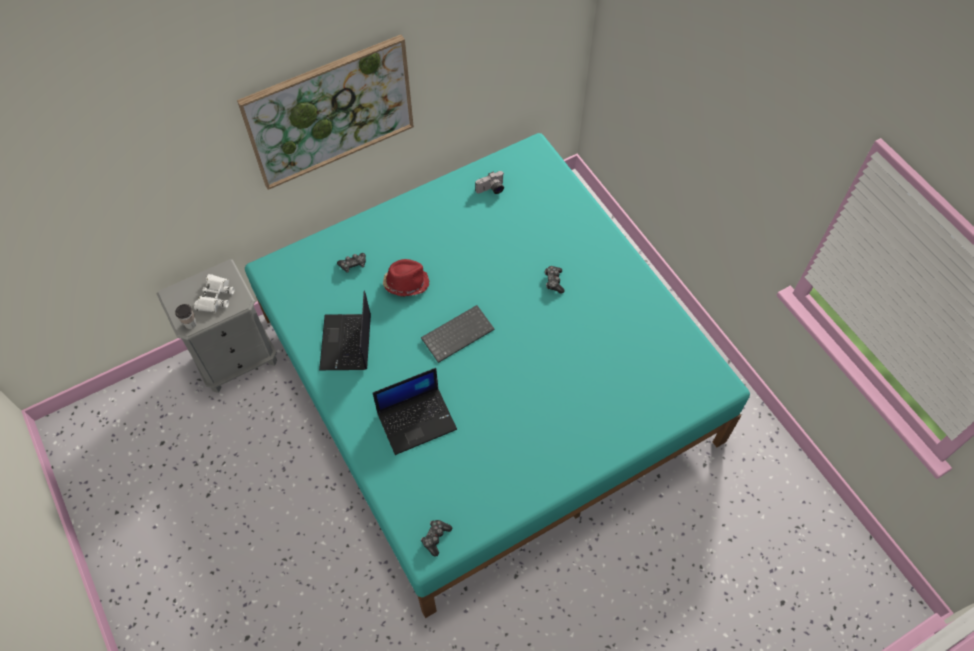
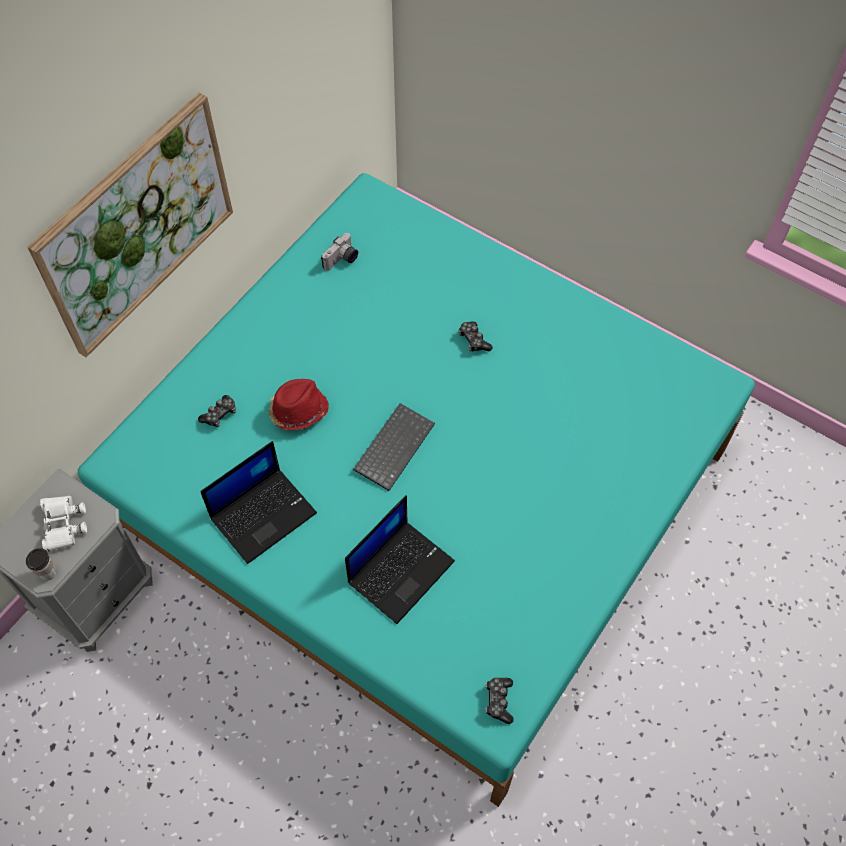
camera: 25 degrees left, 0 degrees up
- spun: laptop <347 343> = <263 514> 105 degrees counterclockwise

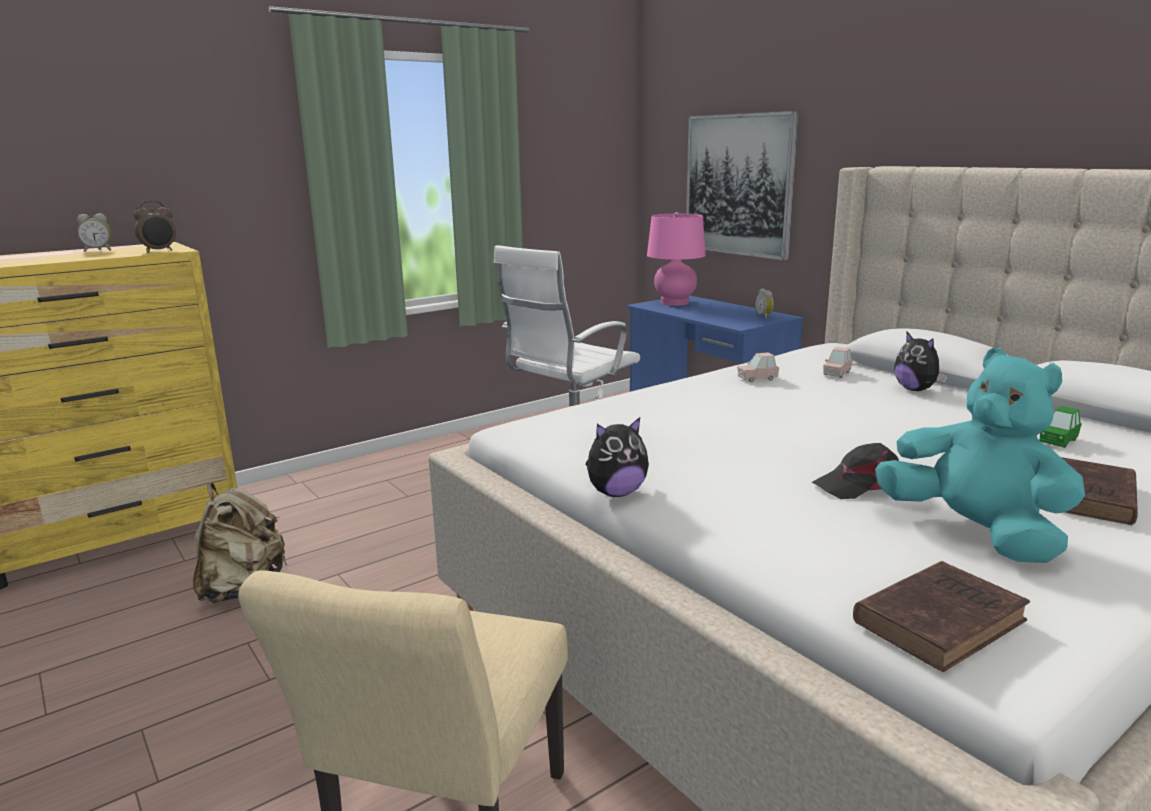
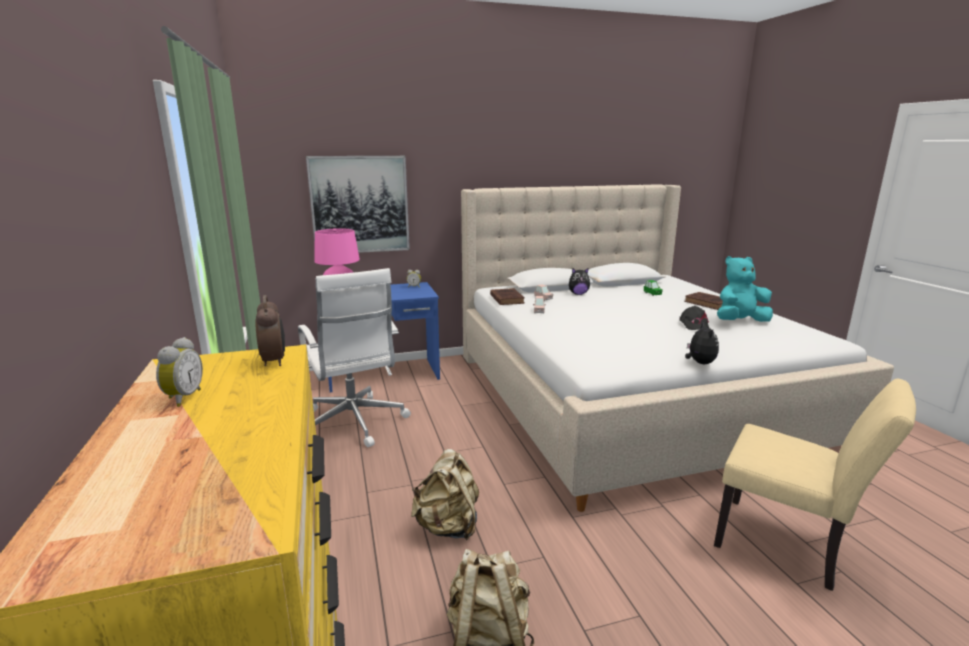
camera: 70 degrees left, 0 degrees up
- appeared: backpack in beige <448 527>
- relocated: book in brown <942 620> to <506 299>

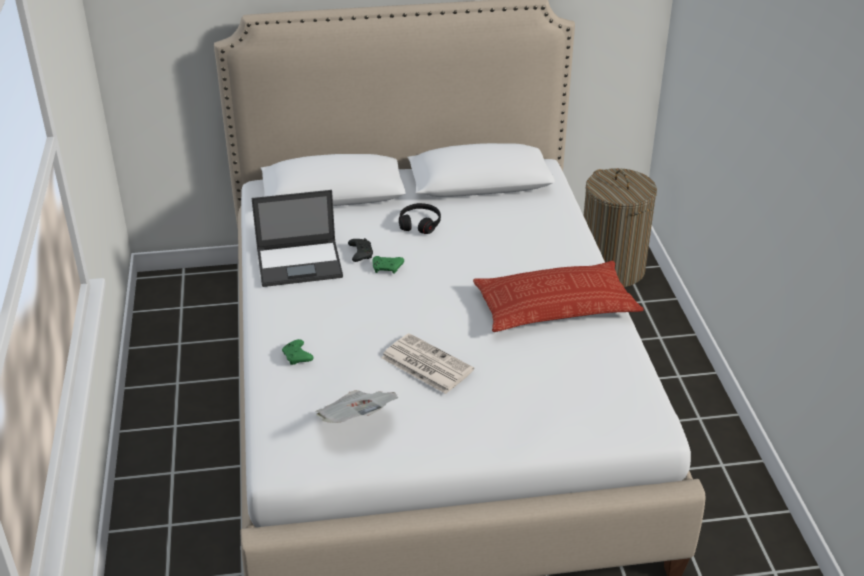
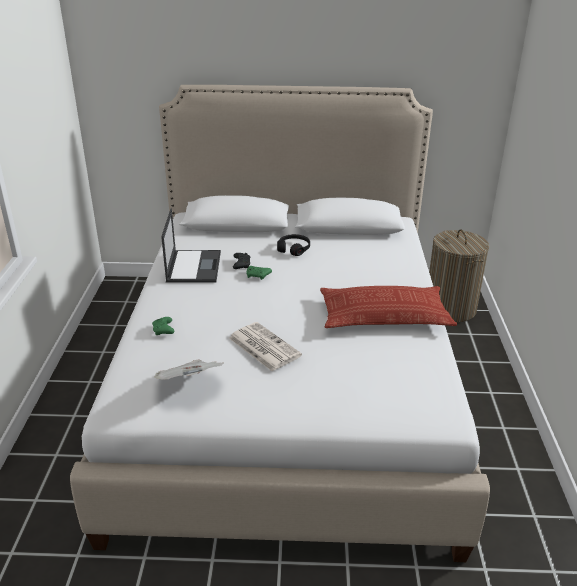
camera: 10 degrees right, 5 degrees down
- spun: laptop <300 263> = <193 266> 90 degrees counterclockwise

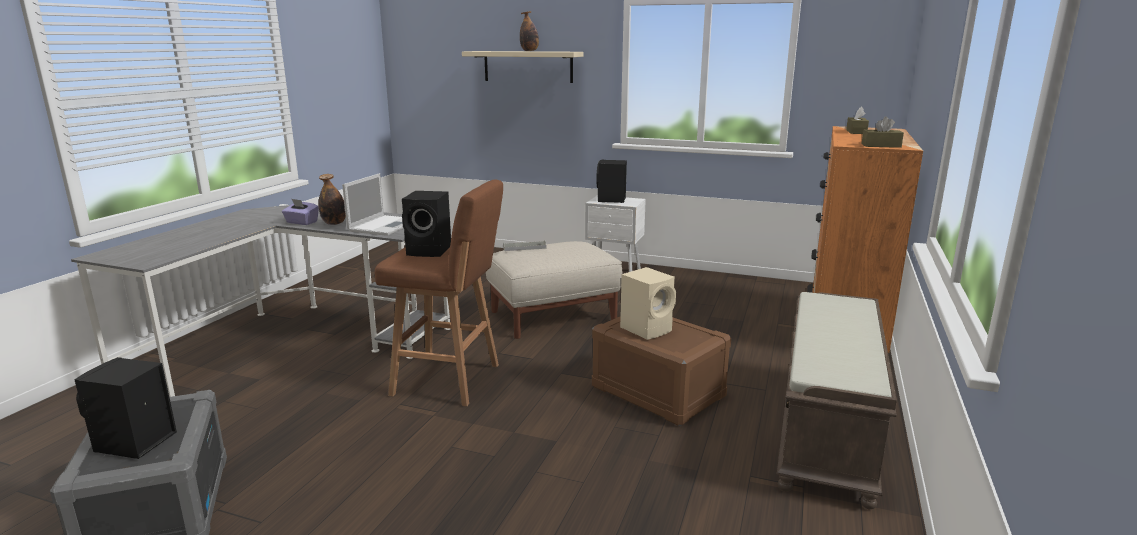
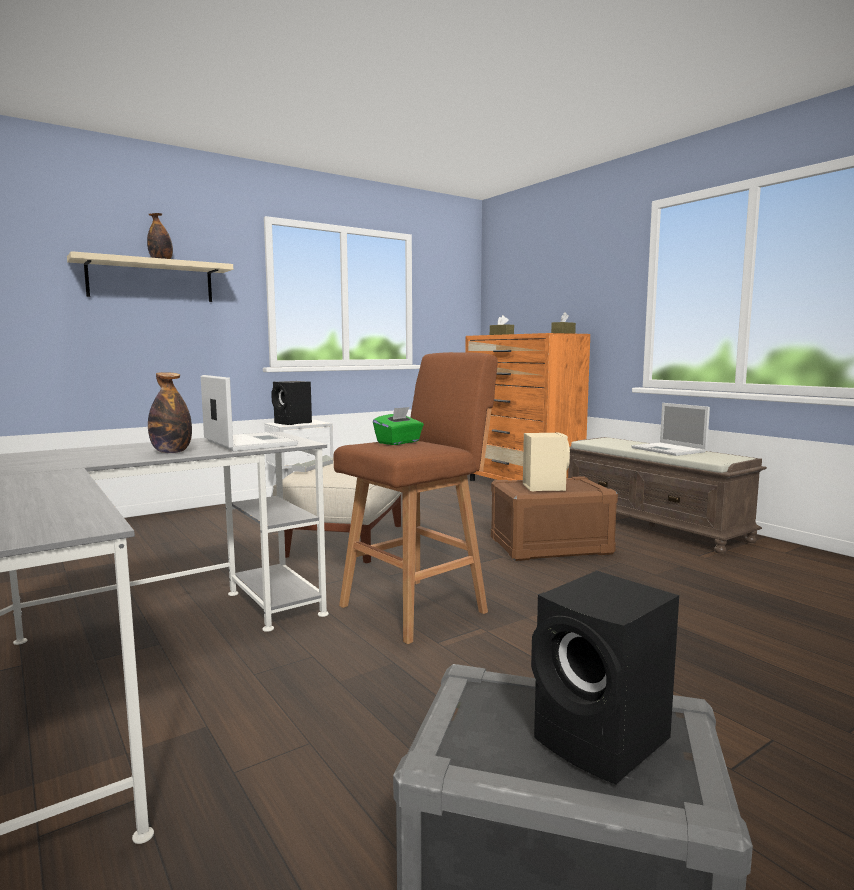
camera: 55 degrees left, 10 degrees down
- missing: tissue box in purple <301 222>
- appeared: laptop <669 450>
- exchanged: speaker in black <430 251> to tissue box in green <399 442>

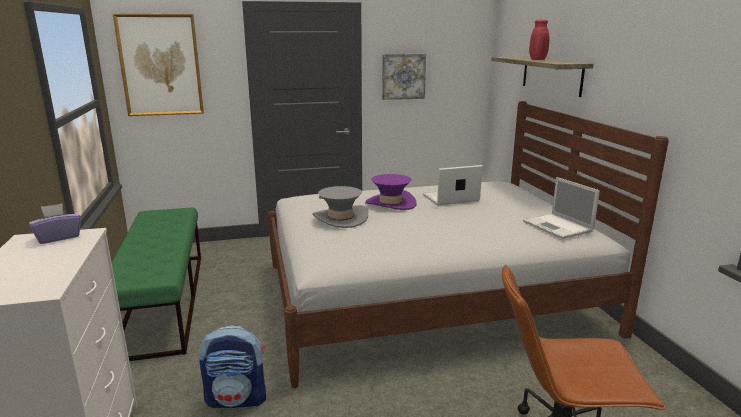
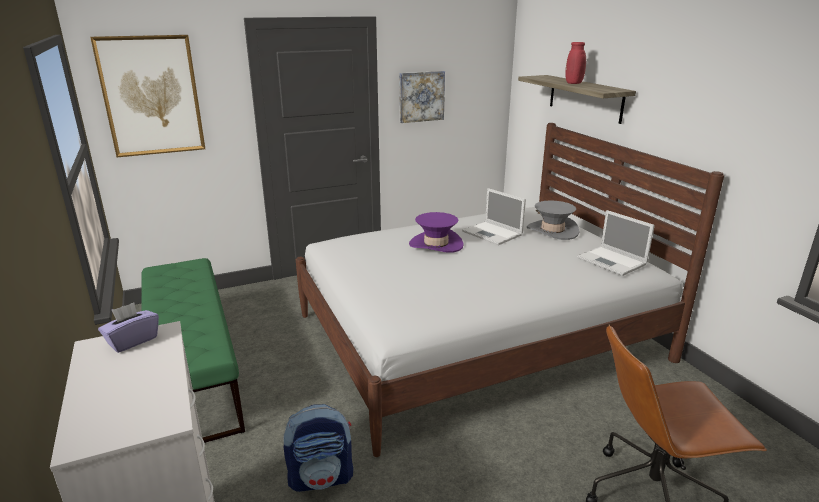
camera: 10 degrees left, 5 degrees up
- relocated: hat in grey <340 218> to <552 230>
- spun: laptop <450 198> = <493 233> 105 degrees counterclockwise

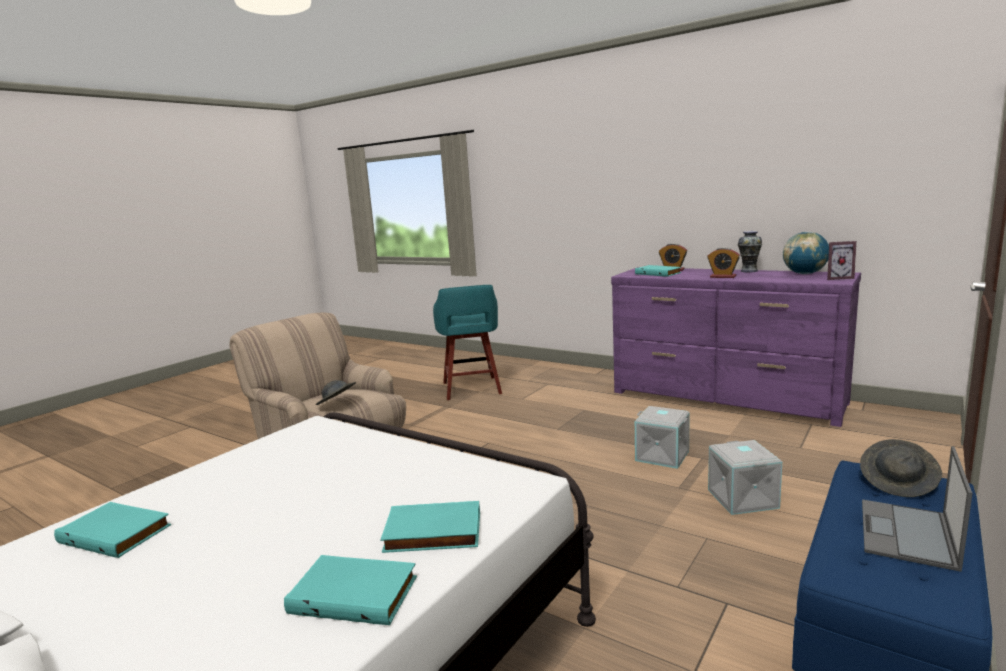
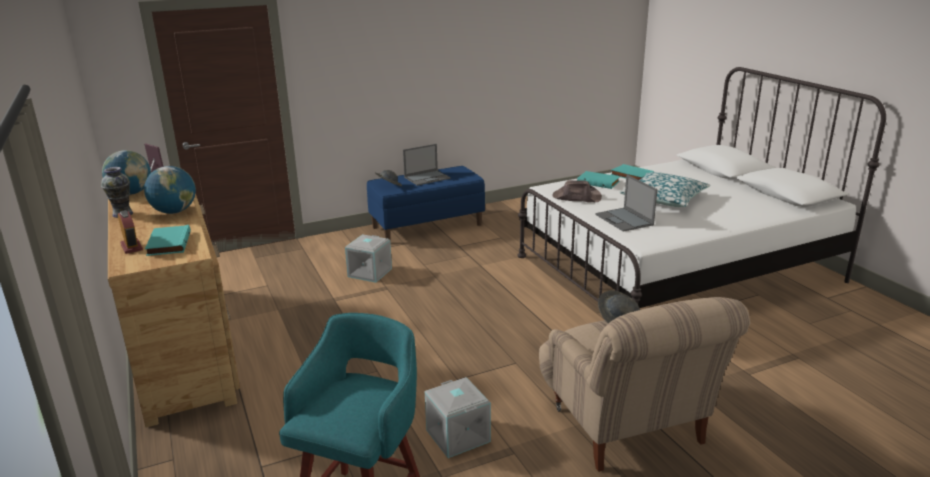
camera: 150 degrees left, 10 degrees up
- missing: book in turquoise <117 533>
- appeared: hat in brown <576 197>
- appeared: laptop <624 220>
- appeared: pillow <664 199>
- relocated: storage box in grey <663 455> to <456 436>
- exchanged: alarm clock <723 277> to globe <174 212>
- colour: dresser in purple <725 397> to dresser in brown <182 345>

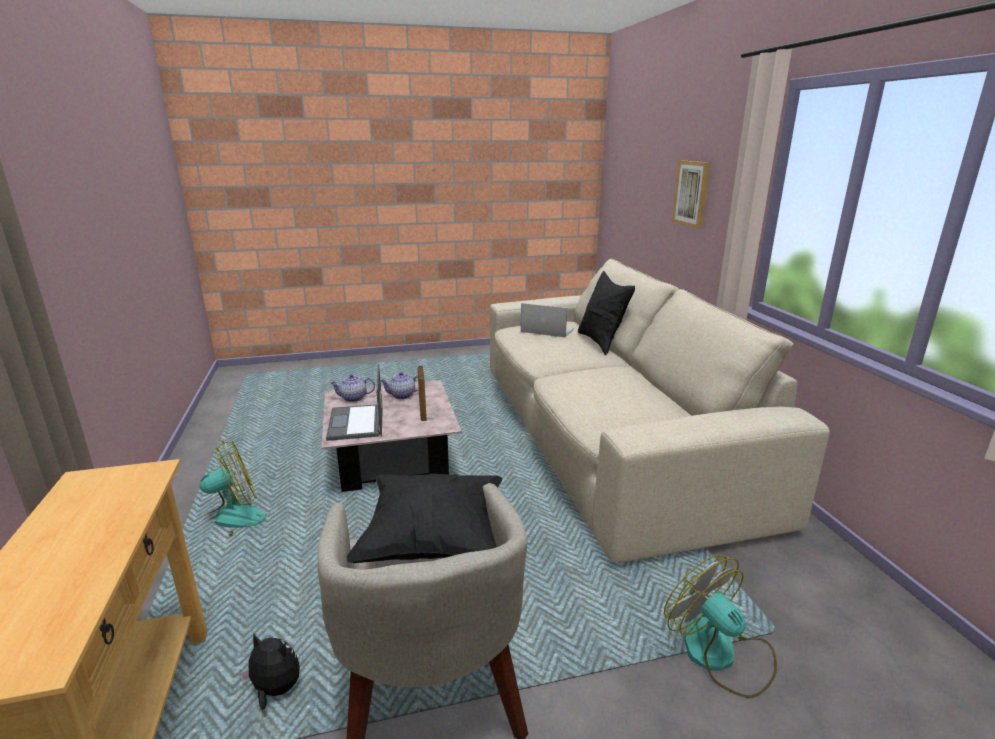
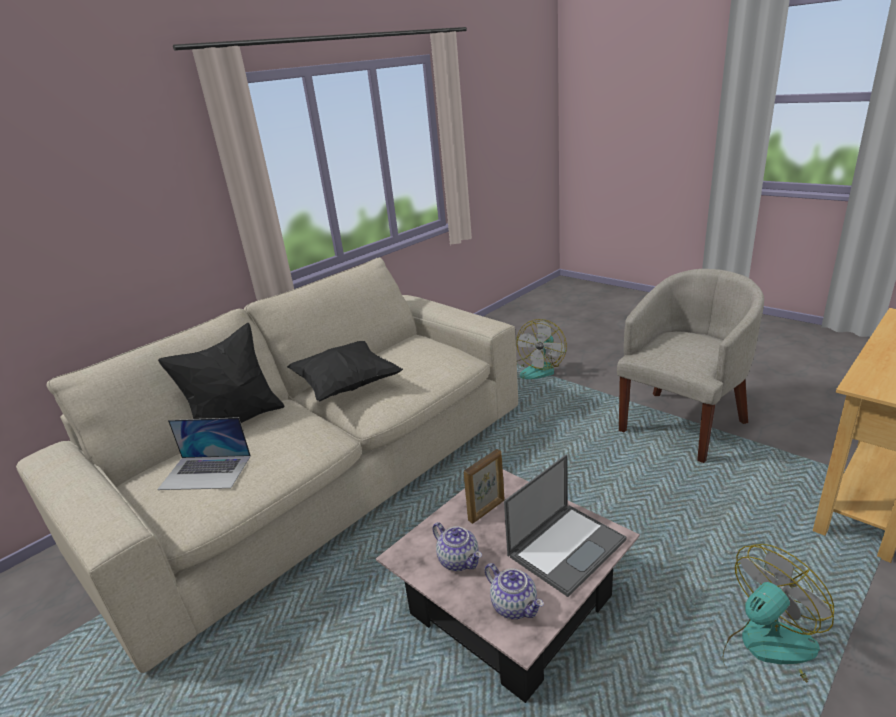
camera: 120 degrees left, 5 degrees up
- missing: plush toy <275 690>
- missing: picture <692 193>
- relocated: pillow in black <433 541> to <346 386>
- spun: fan <227 522> = <767 653> 120 degrees clockwise
- spun: laptop <547 330> = <206 472> 75 degrees counterclockwise

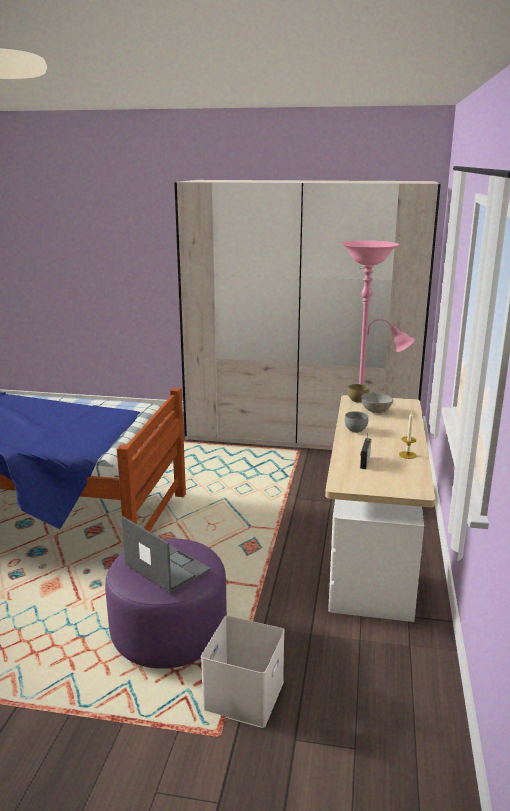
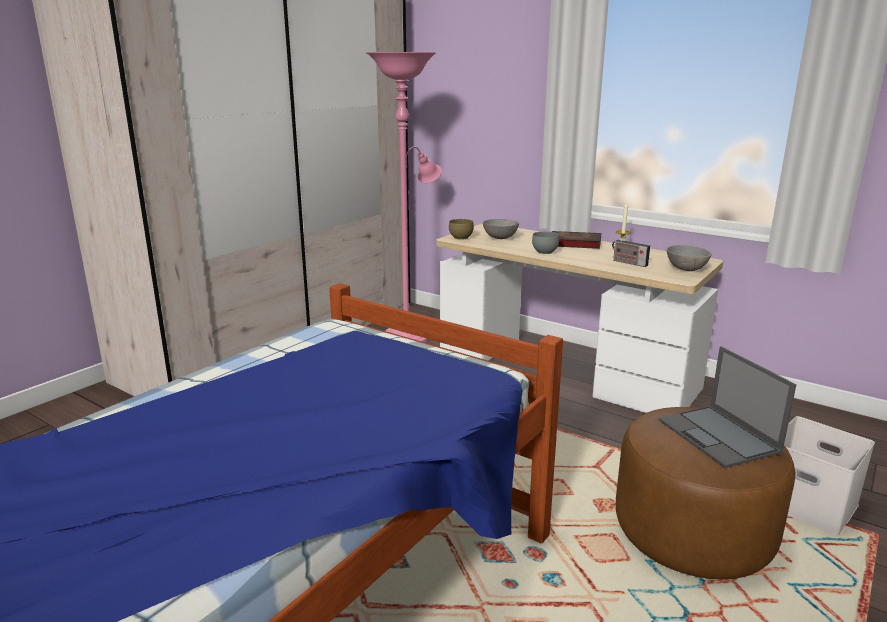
camera: 65 degrees left, 0 degrees up
- appeared: book <573 243>
- appeared: bowl in grey <686 269>
- colour: ottoman in purple <169 634> to ottoman in brown <693 533>
- spun: laptop <166 567> = <719 436> 90 degrees counterclockwise

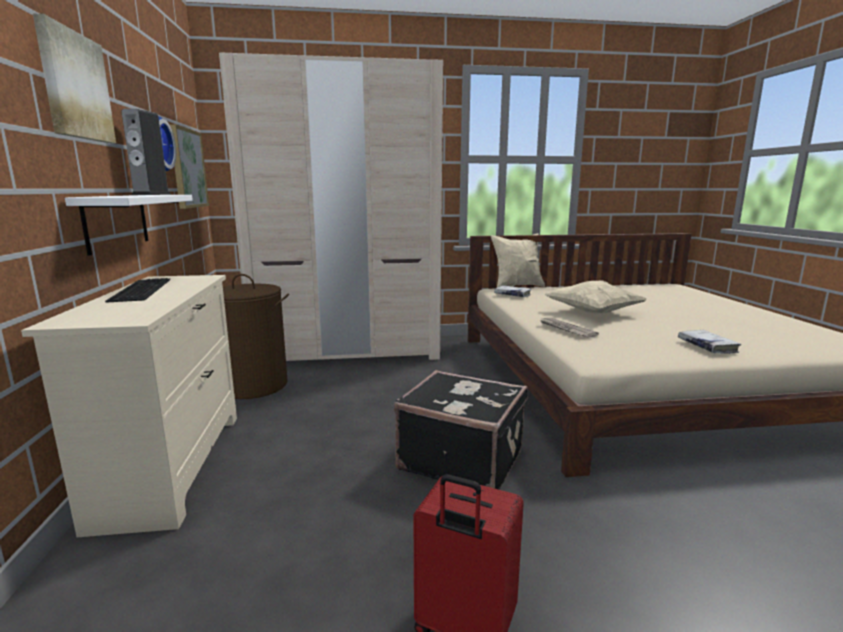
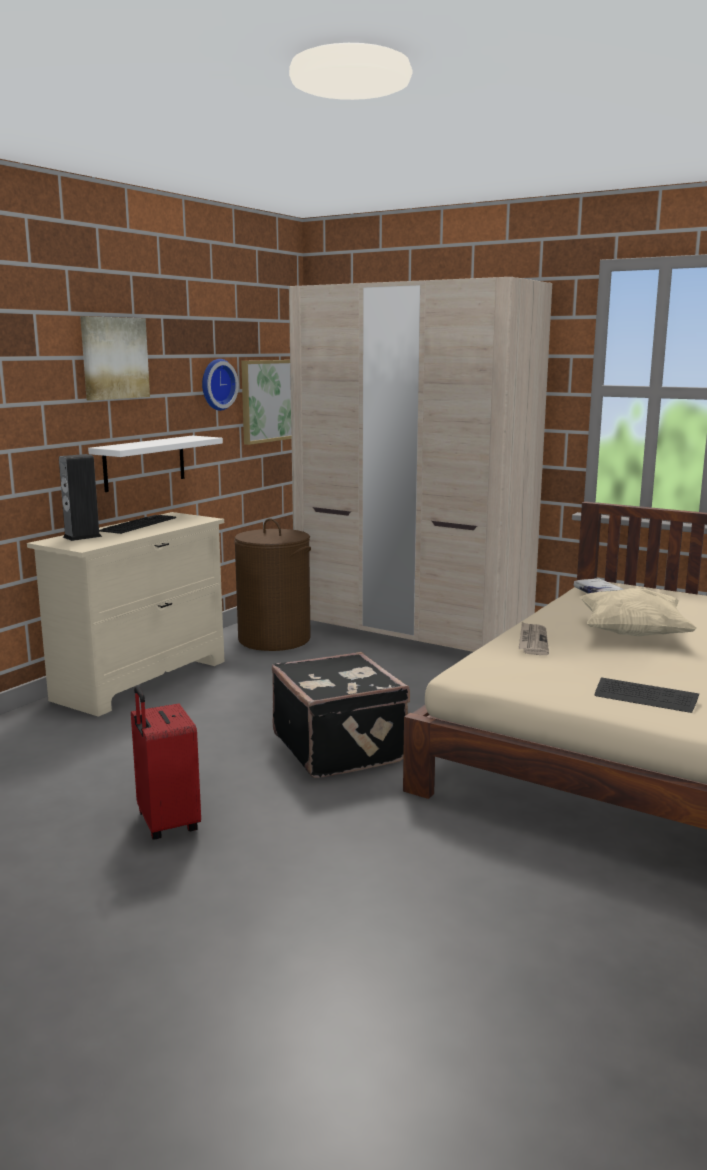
camera: 40 degrees right, 0 degrees up
- missing: pillow in beige <517 286>
- relocated: speaker <151 194> to <82 537>
- exchanged: book in white <707 346> to keyboard <645 697>

